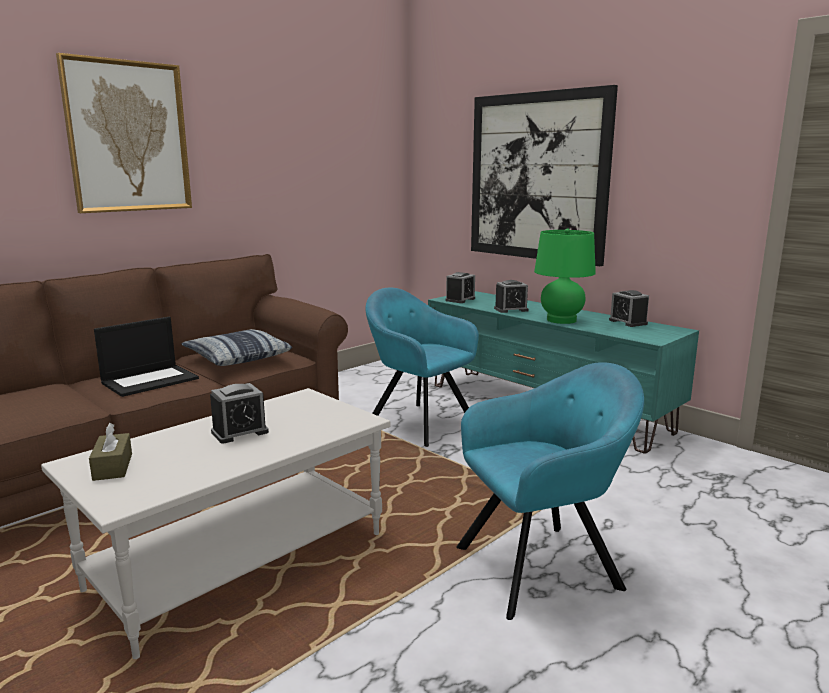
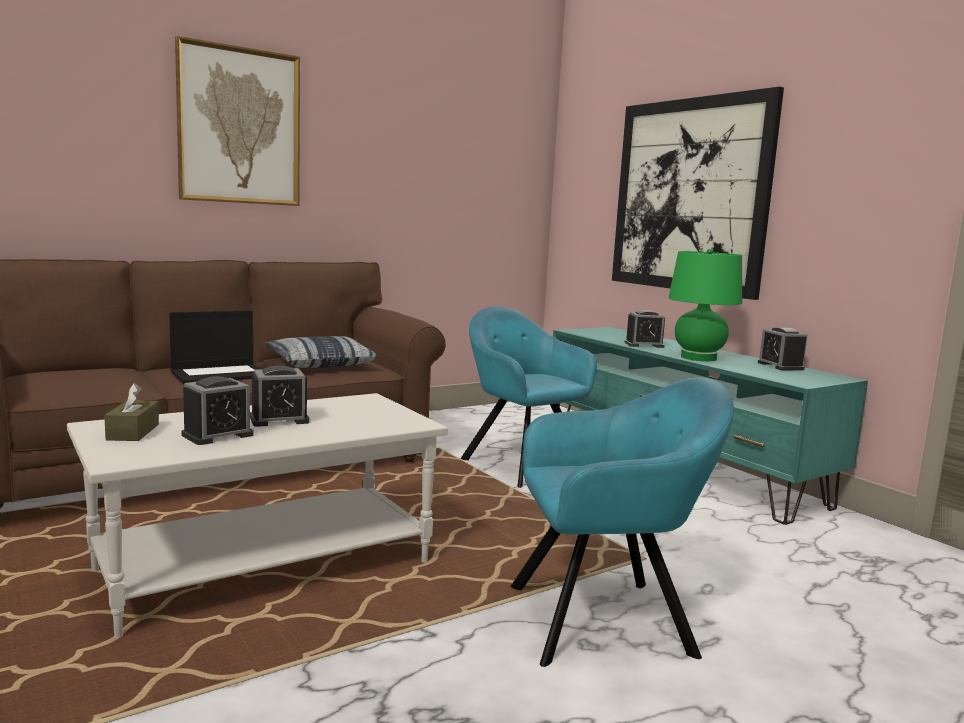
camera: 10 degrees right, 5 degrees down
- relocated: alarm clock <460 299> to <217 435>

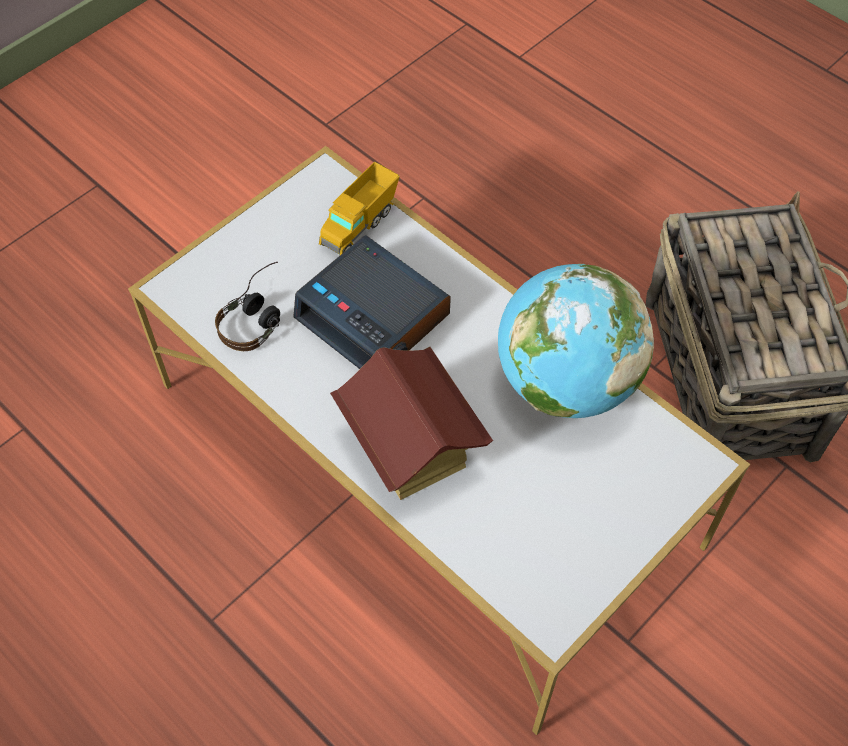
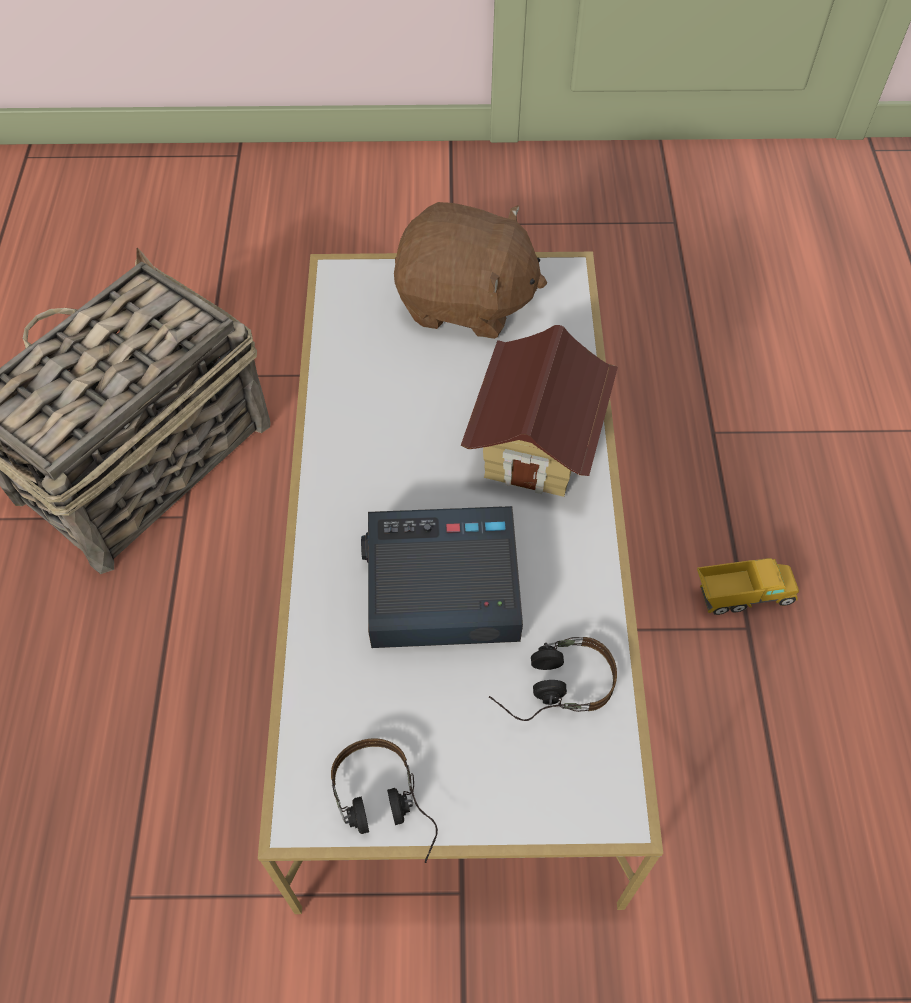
camera: 135 degrees left, 0 degrees up
- missing: globe <565 383>
- appeared: headphones <384 811>
- appeared: plush toy in brown <465 303>
- relocated: toy truck <359 225> to <741 597>
- spun: alarm clock <374 317> = <441 587> 90 degrees counterclockwise

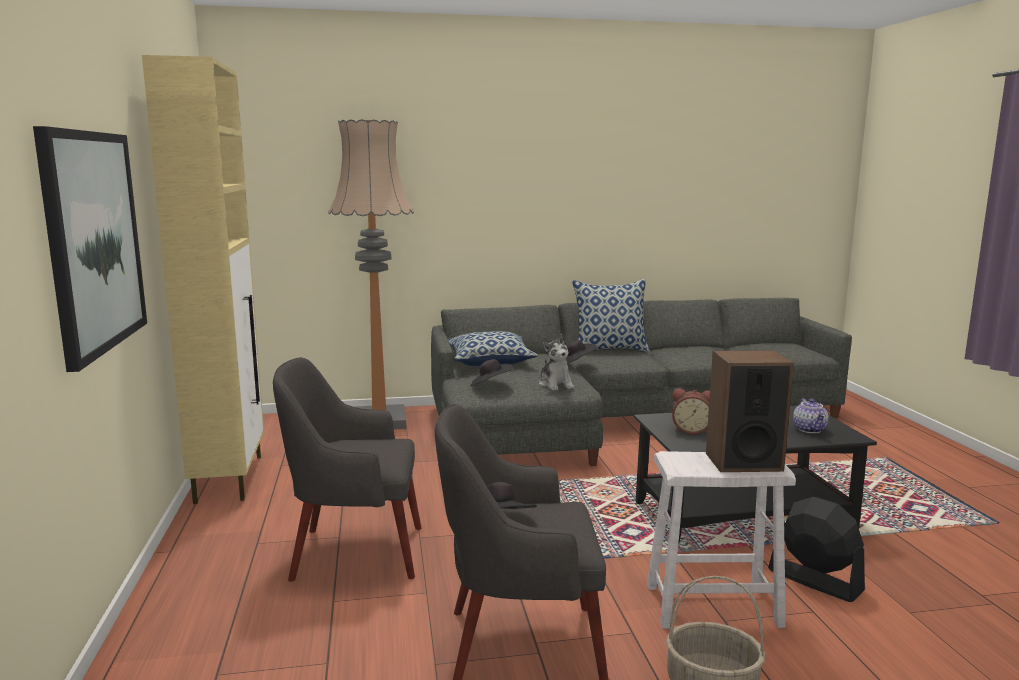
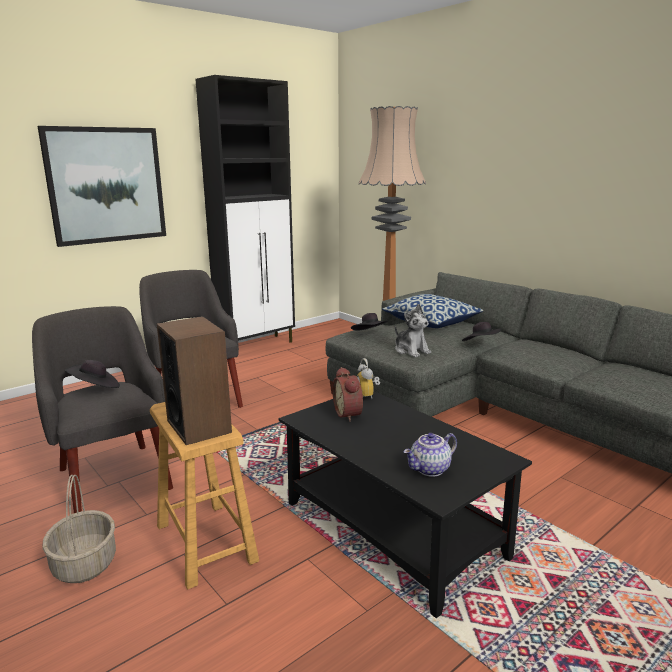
camera: 60 degrees right, 5 degrees up
- missing: pillow <610 350>
- missing: fan in black <814 580>
- appeared: alarm clock <368 395>
- colour: cabinet in beige <230 478> to cabinet in black <257 345>
- colour: stool in white <712 605> to stool in brown <206 543>
- spun: plush toy <555 384> = <411 351> 75 degrees counterclockwise

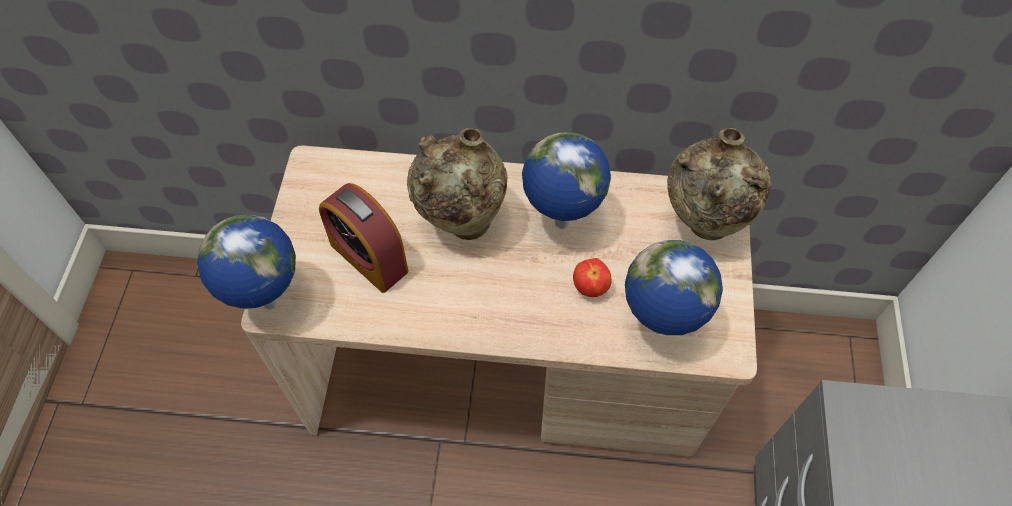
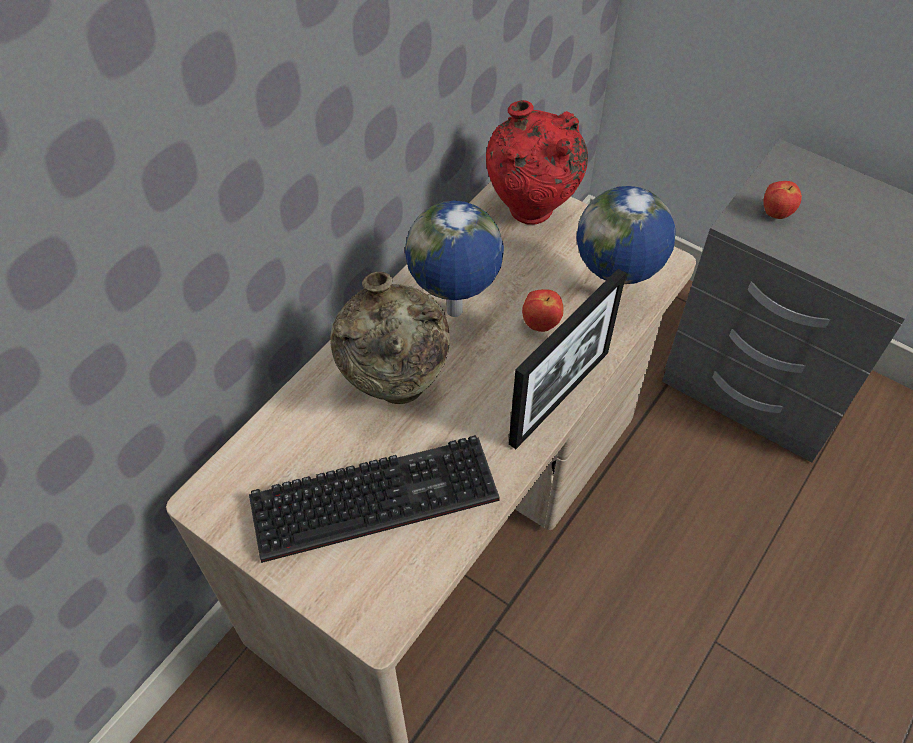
camera: 60 degrees left, 5 degrees down
- missing: globe <269 304>
- appeared: picture frame <560 397>
- appeared: apple <776 214>
- exchanged: alarm clock <369 257> to keyboard <377 494>
- colour: vase in beige <702 227> to vase in red <531 216>

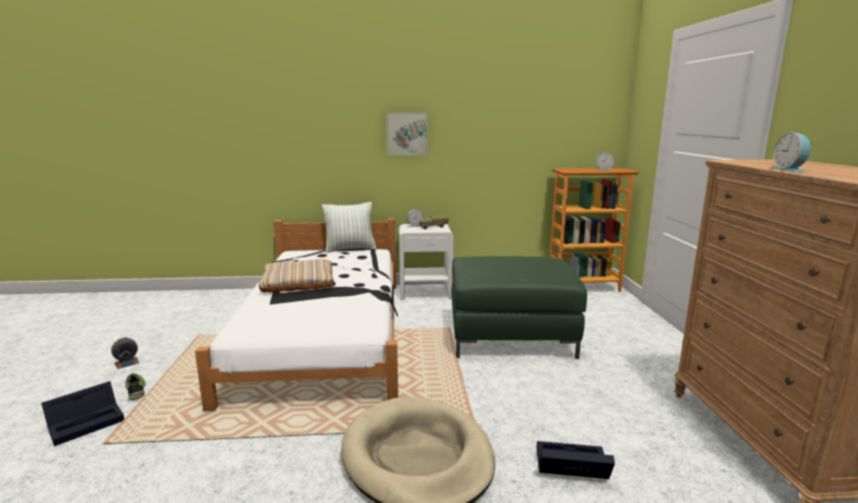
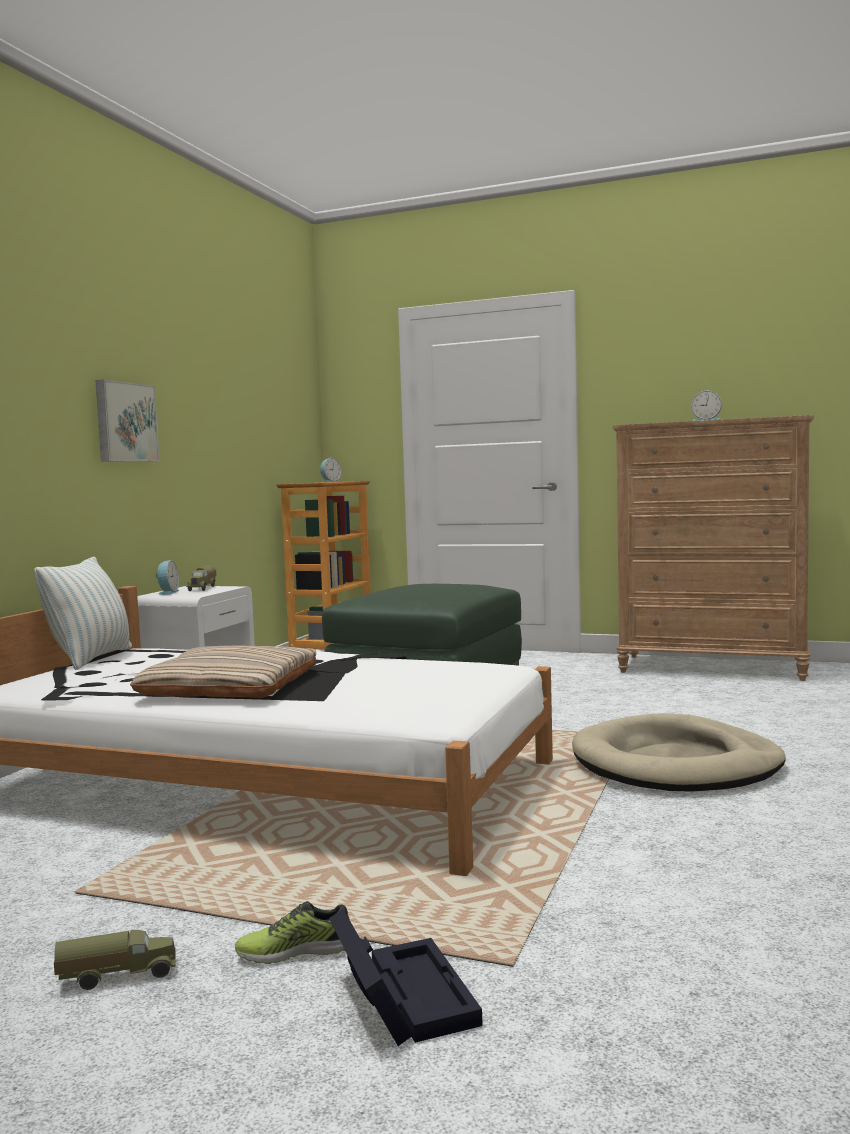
camera: 65 degrees left, 10 degrees down
- missing: storage box in black <569 467>
- exchanged: alarm clock <127 363> to toy truck <118 976>

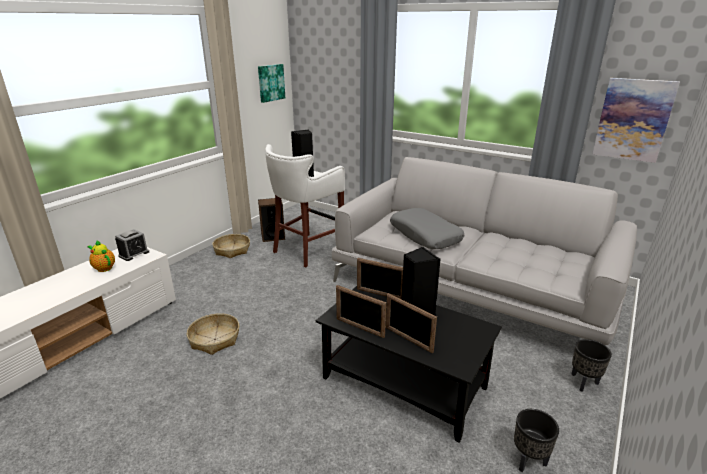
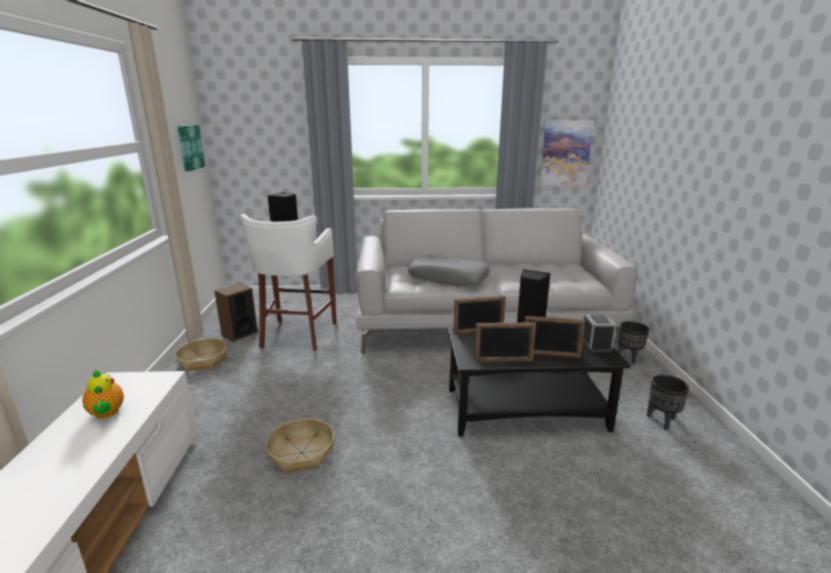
camera: 35 degrees left, 5 degrees down
- relocated: alarm clock <134 254> to <596 344>
- spun: teapot <104 268> = <107 414> 120 degrees counterclockwise

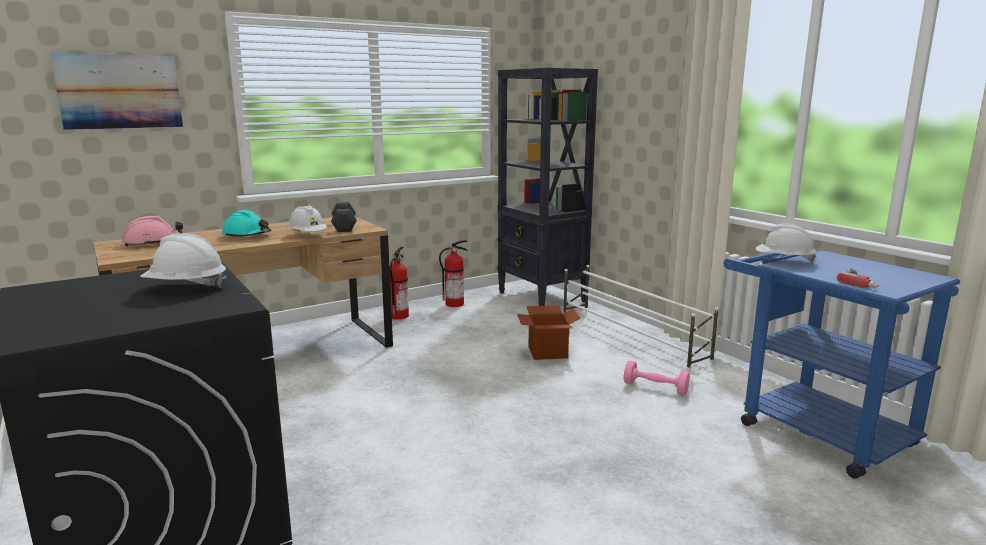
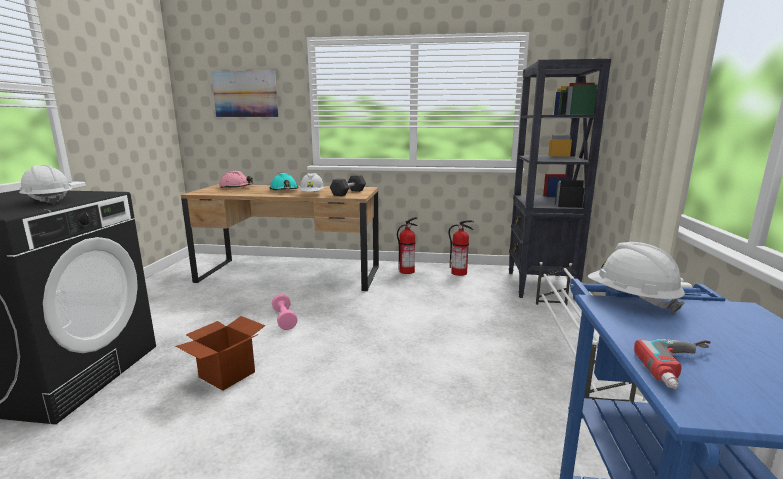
camera: 40 degrees right, 0 degrees up
- relocated: cardboard box <547 352> to <227 374>
- relocated: dumbbell in pink <655 388> to <284 319>

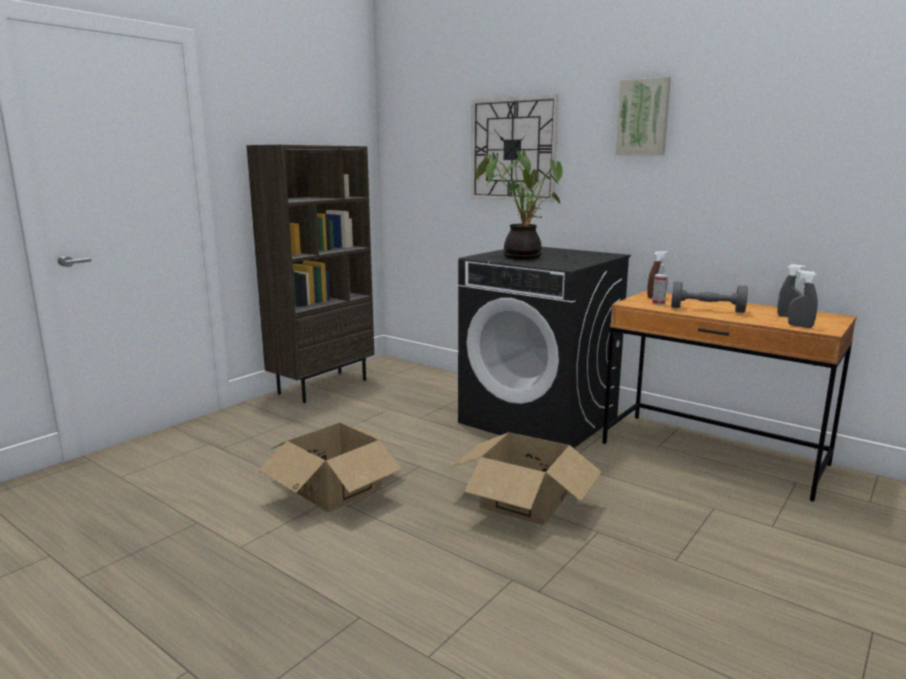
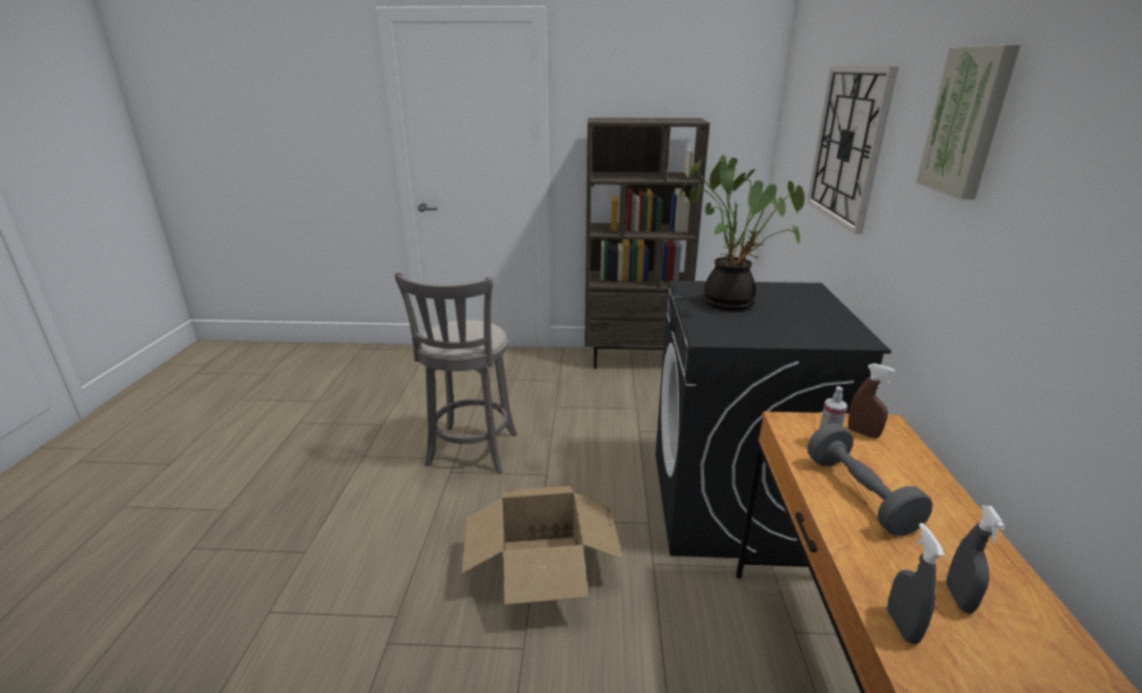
camera: 55 degrees right, 10 degrees up
- exchanged: cardboard box <335 488> to stool in grey <470 452>

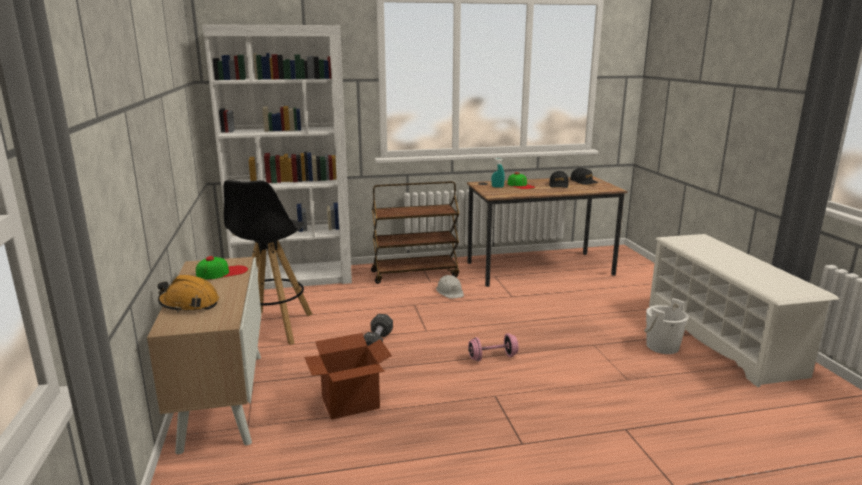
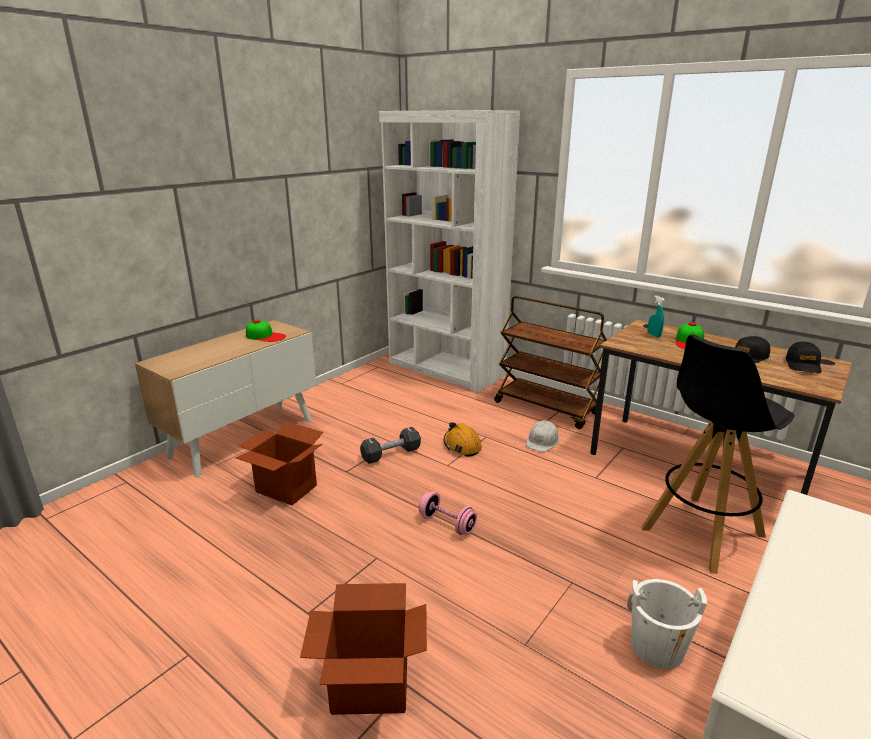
camera: 50 degrees right, 5 degrees up
- appeared: cardboard box <369 687>
- relocated: hard hat in orange <189 304> to <462 445>
- relocated: stool in black <273 328> to <701 532>

